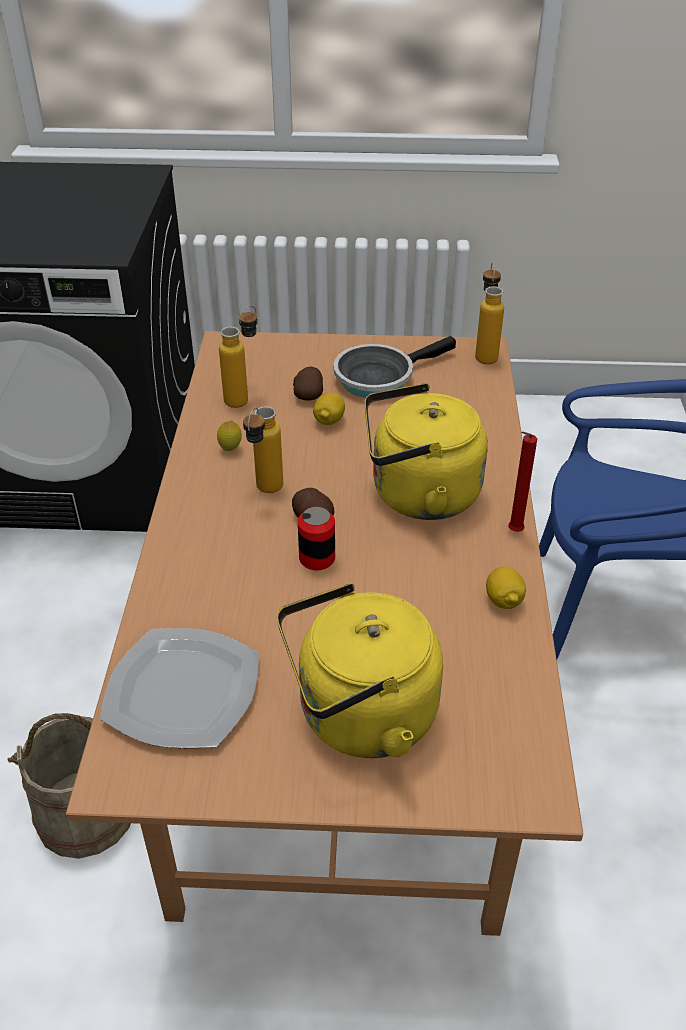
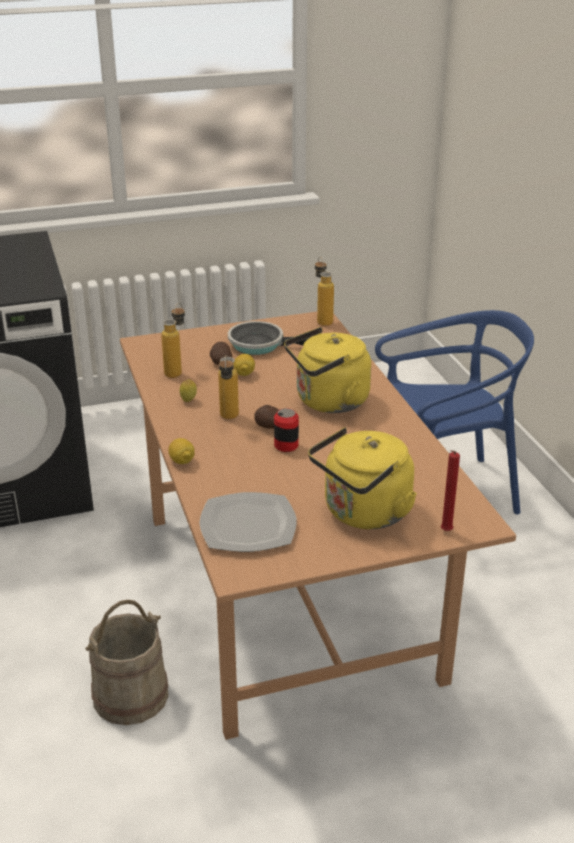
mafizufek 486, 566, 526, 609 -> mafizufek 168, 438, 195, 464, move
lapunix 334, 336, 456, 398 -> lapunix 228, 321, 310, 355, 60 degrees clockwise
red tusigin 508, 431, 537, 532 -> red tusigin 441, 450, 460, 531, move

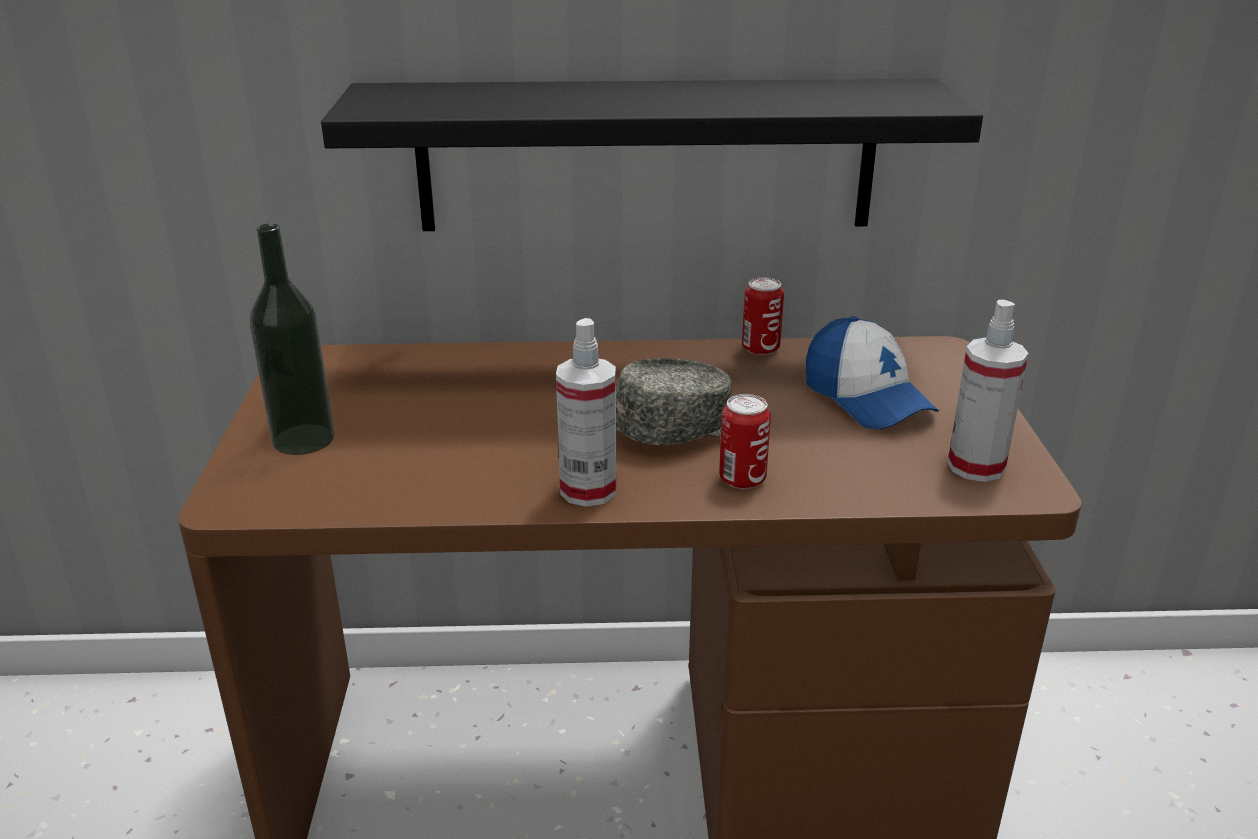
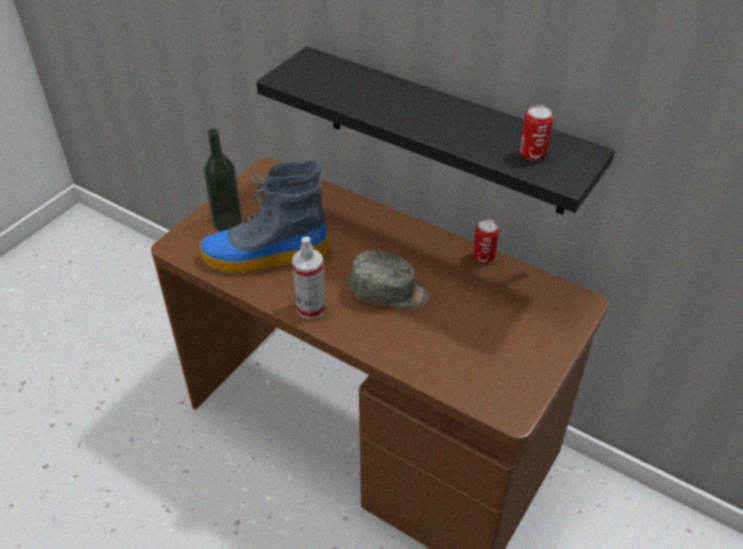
none -> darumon 200, 159, 329, 273
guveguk 719, 394, 771, 489 -> guveguk 520, 105, 553, 161, move
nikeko 806, 316, 939, 429 -> none
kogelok 947, 300, 1029, 482 -> none

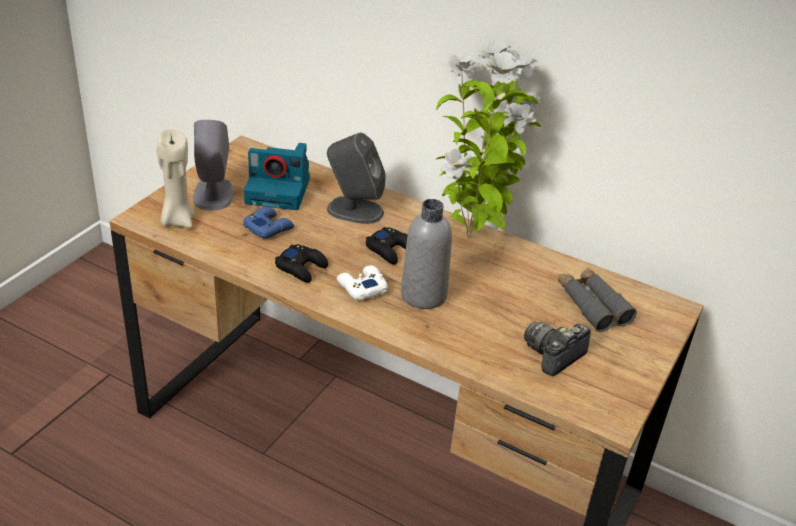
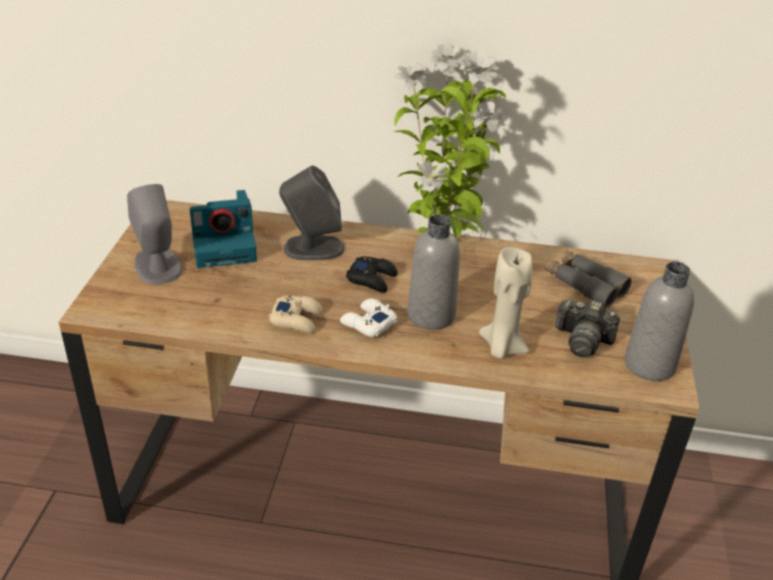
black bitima 275, 244, 328, 283 -> beige bitima 269, 296, 323, 333
beige tusigin 157, 129, 195, 228 -> beige tusigin 479, 247, 533, 359, move
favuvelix 524, 322, 591, 376 -> favuvelix 555, 300, 620, 358, 90 degrees counterclockwise
none -> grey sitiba 625, 262, 694, 381
blue bitima 243, 206, 294, 239 -> none

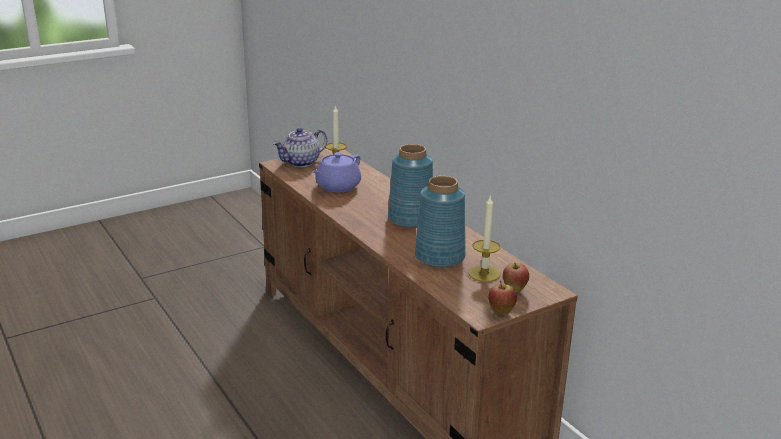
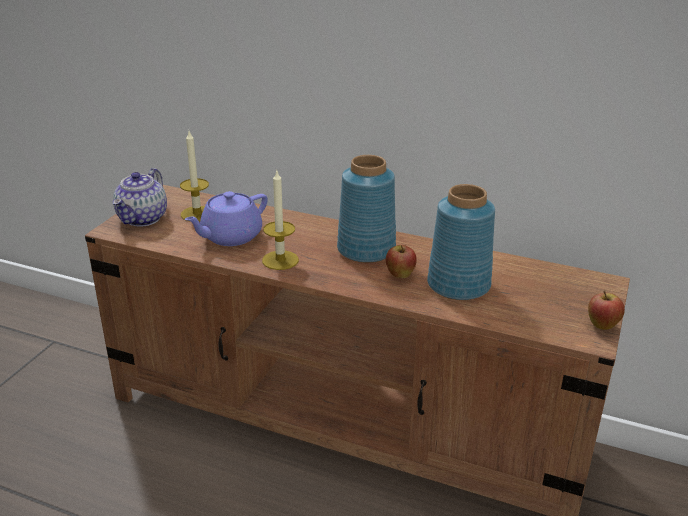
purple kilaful 312, 152, 361, 192 -> purple kilaful 184, 191, 268, 246, 45 degrees clockwise
tusigin 469, 196, 501, 282 -> tusigin 262, 171, 299, 270, move
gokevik 503, 262, 529, 292 -> gokevik 386, 245, 417, 278, move

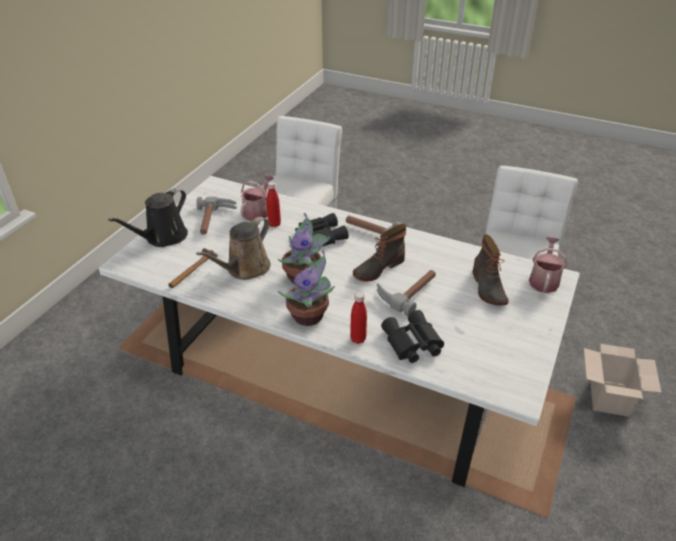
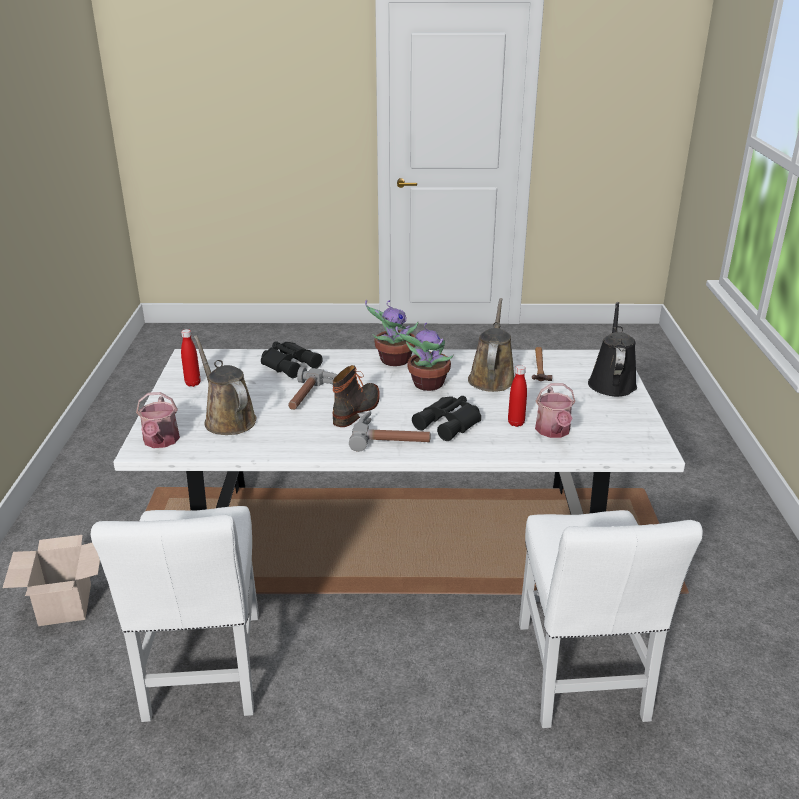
red sitiba 350, 292, 367, 344 -> red sitiba 181, 329, 201, 387, move
darumon 473, 234, 509, 305 -> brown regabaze 194, 335, 257, 435
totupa 196, 197, 237, 235 -> none

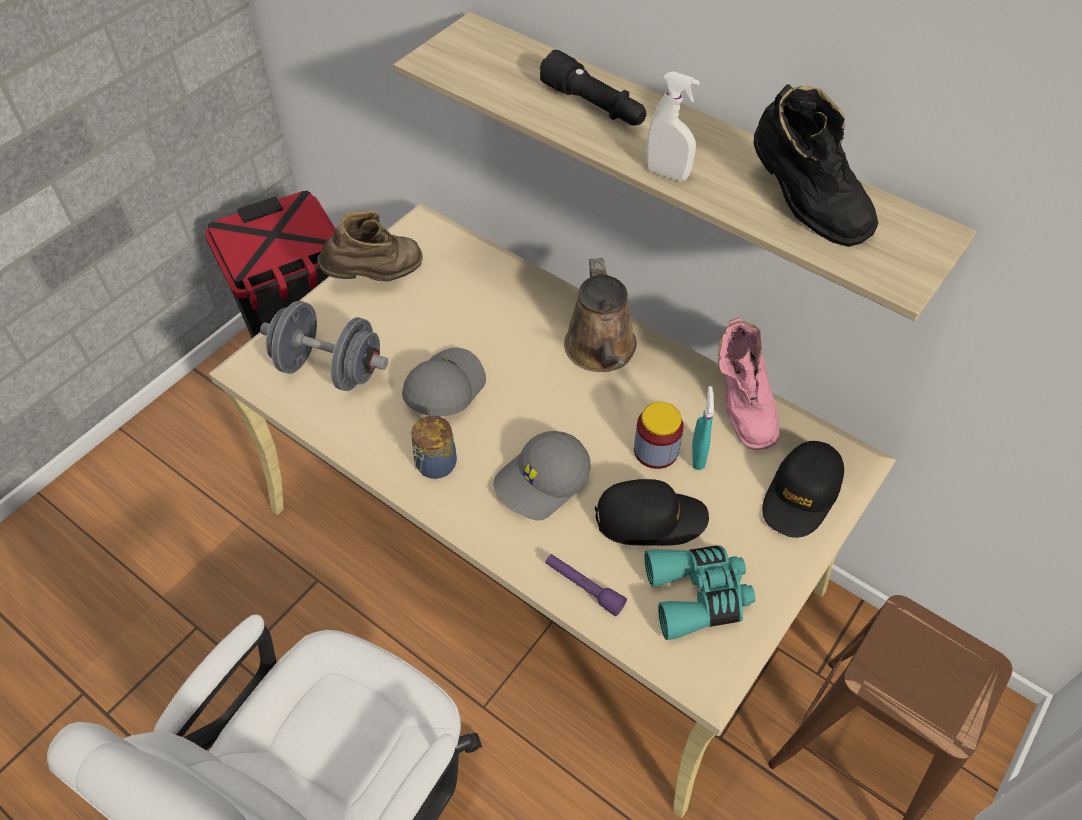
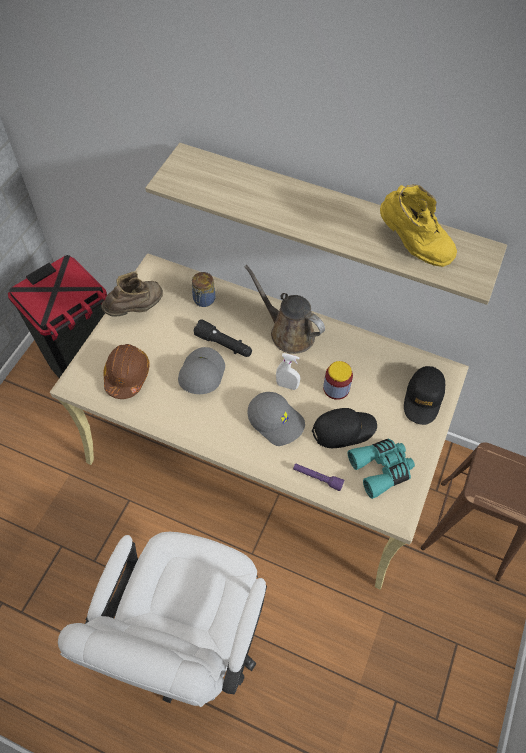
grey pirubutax 260, 301, 388, 391 -> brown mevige 103, 344, 149, 399
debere 411, 416, 457, 479 -> debere 192, 272, 215, 307, move
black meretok 540, 50, 647, 125 -> black meretok 193, 319, 252, 357, move
brown regabaze 564, 258, 637, 372 -> brown regabaze 245, 265, 325, 354, 150 degrees clockwise
grey nikeko 494, 431, 591, 521 -> grey nikeko 247, 392, 305, 446, 90 degrees counterclockwise
white kogelok 647, 71, 700, 181 -> white kogelok 276, 353, 300, 390, move
black darumon 754, 84, 878, 247 -> yellow darumon 380, 184, 457, 267
turquoise kogelok 692, 386, 714, 470 -> none
pink darumon 718, 317, 780, 450 -> none

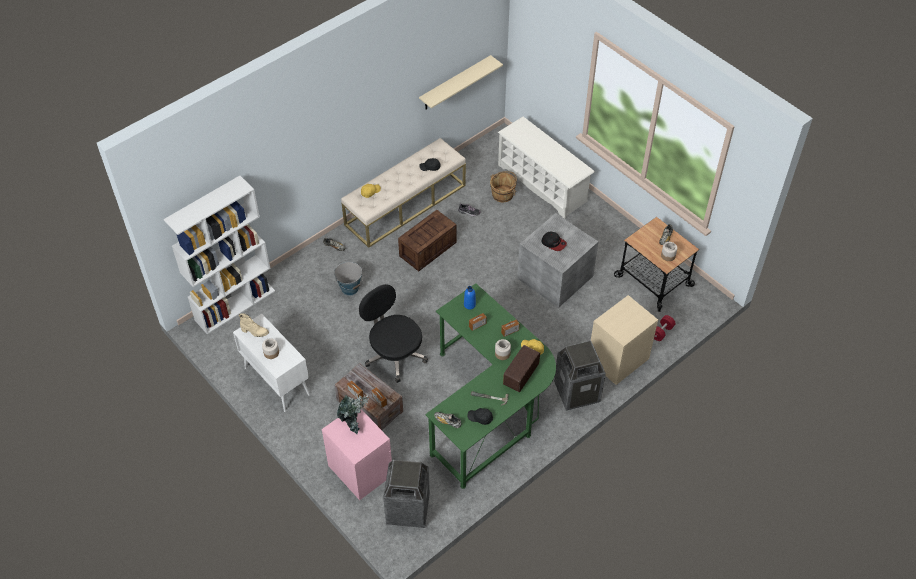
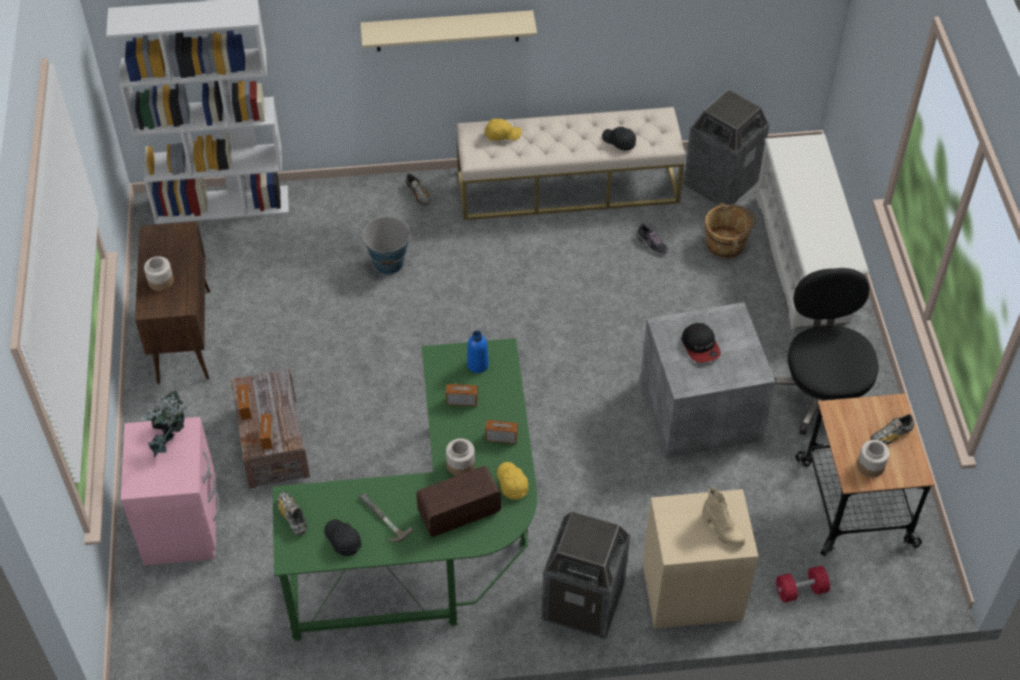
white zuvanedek 233, 314, 310, 412 -> brown zuvanedek 135, 221, 210, 384
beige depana 419, 55, 503, 109 -> beige depana 360, 10, 537, 51, move
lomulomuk 383, 460, 430, 528 -> lomulomuk 683, 89, 770, 205, move
beige darumon 239, 313, 269, 337 -> beige darumon 702, 487, 746, 547, move
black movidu 359, 284, 428, 383 -> black movidu 774, 268, 879, 435, move
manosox 398, 210, 457, 272 -> none

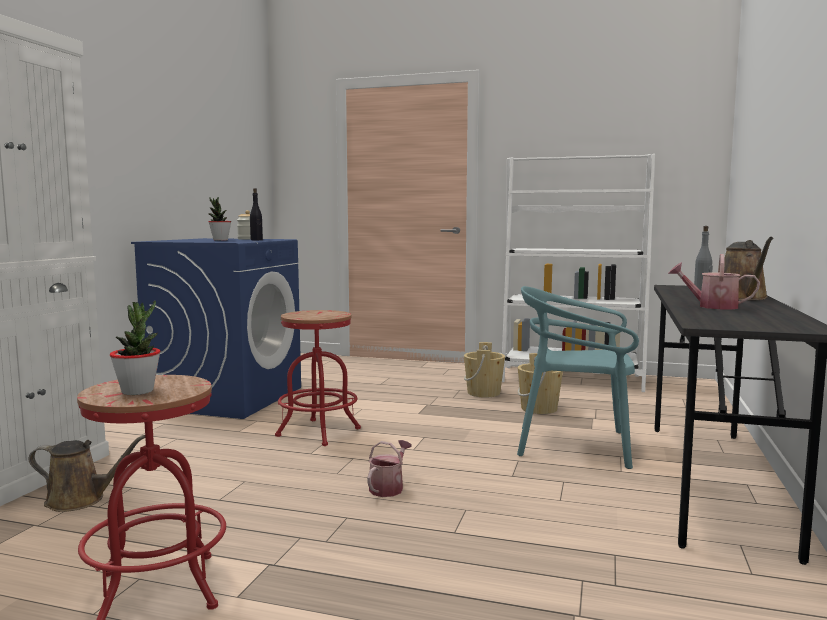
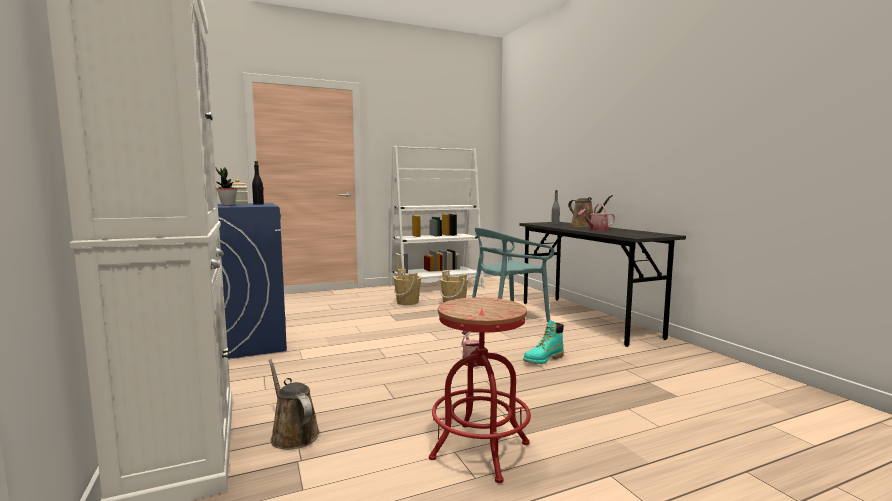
brown regabaze 29, 435, 145, 512 -> brown regabaze 268, 359, 320, 449, 90 degrees counterclockwise
none -> turquoise darumon 523, 320, 564, 364
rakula 110, 301, 161, 395 -> none
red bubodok 275, 310, 361, 446 -> none

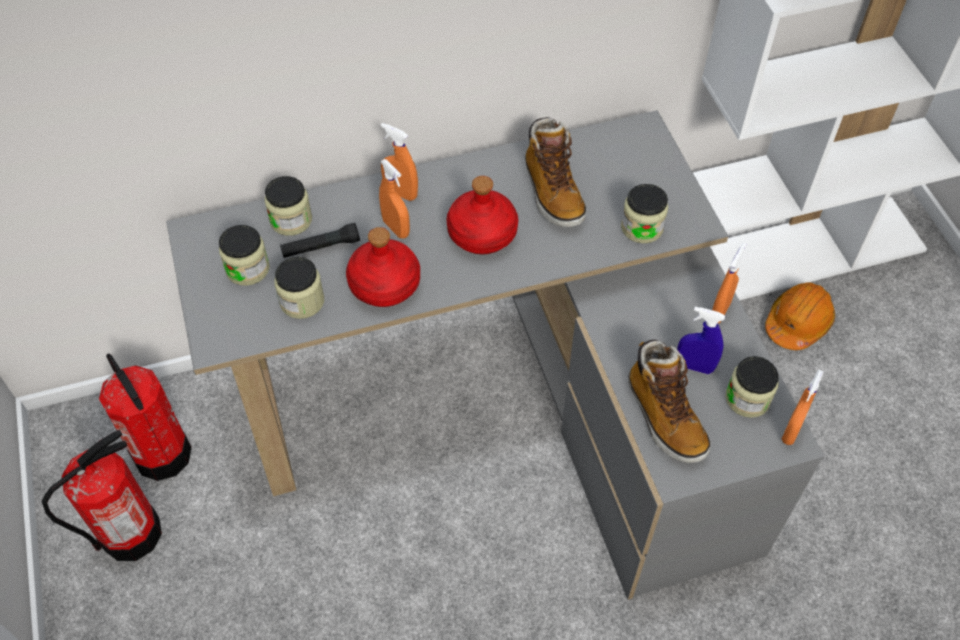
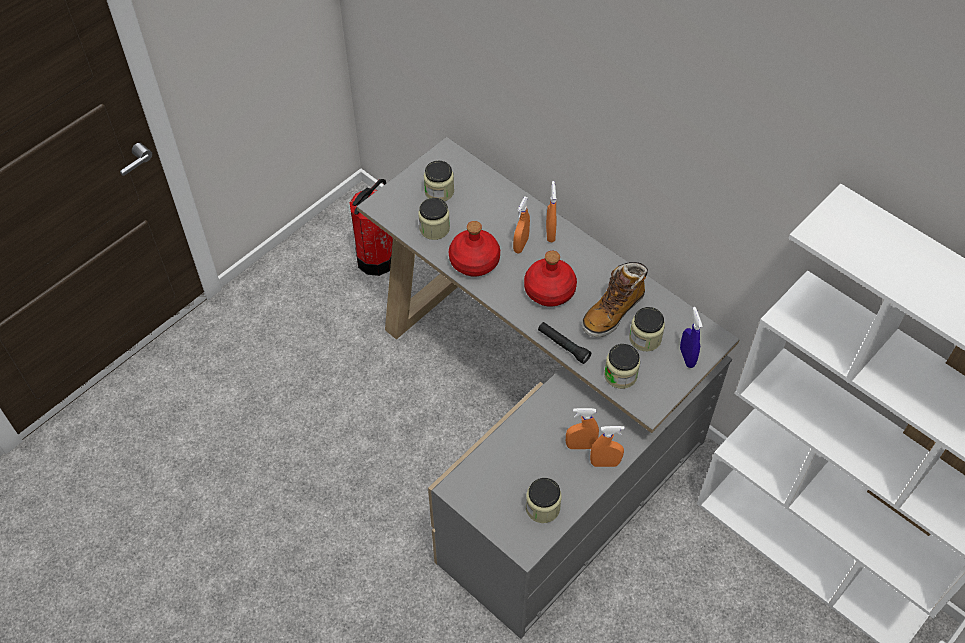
black meretok 280, 223, 360, 258 -> black meretok 538, 322, 591, 364, move
orange kogelok 782, 369, 824, 445 -> orange kogelok 566, 408, 599, 449, move
debere 264, 176, 312, 236 -> debere 629, 307, 665, 351, move
blue kogelok 677, 307, 725, 374 -> blue kogelok 680, 307, 703, 368, move
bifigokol 42, 430, 162, 561 -> none
darumon 628, 340, 710, 463 -> none
orange mevige 765, 283, 835, 350 -> none

